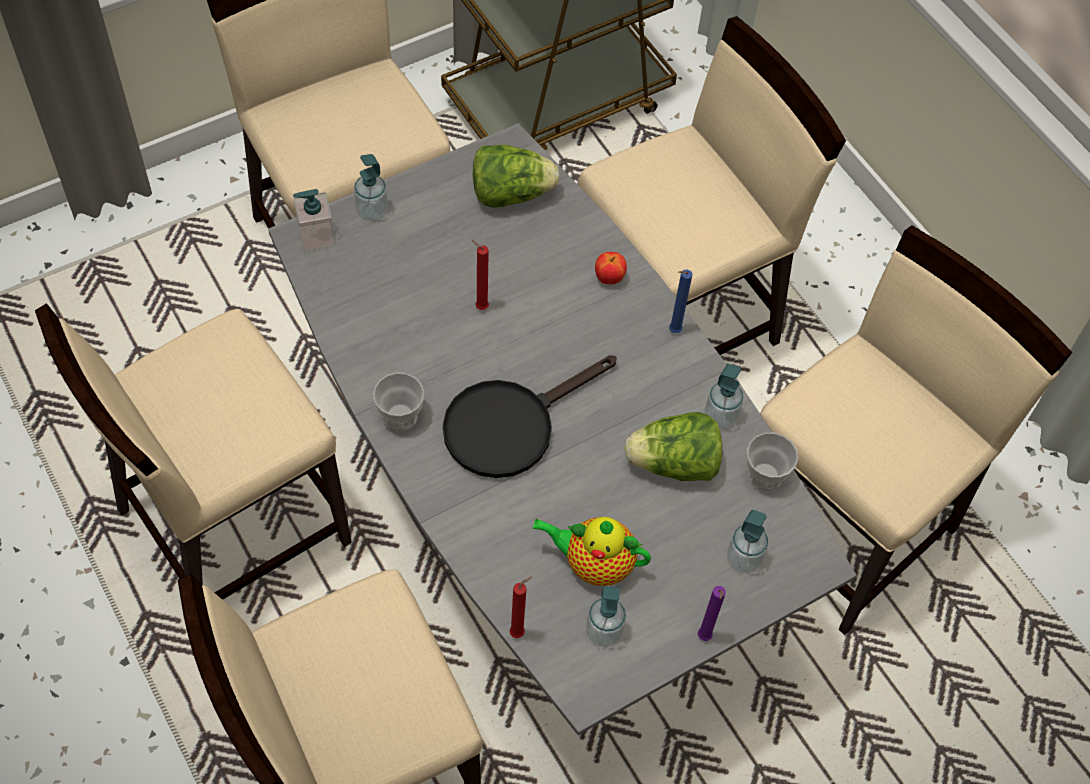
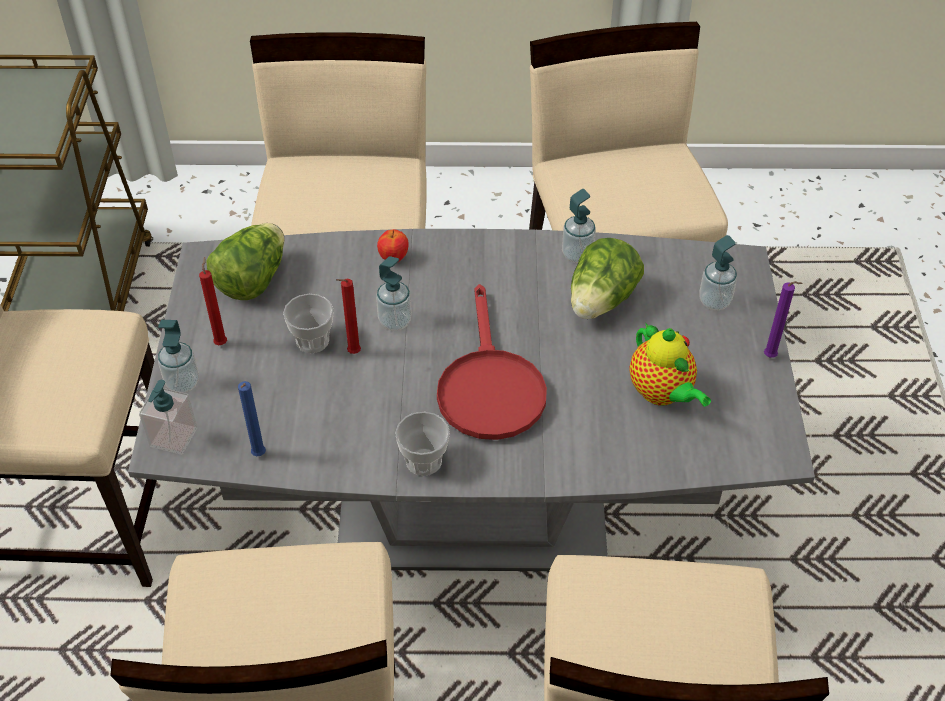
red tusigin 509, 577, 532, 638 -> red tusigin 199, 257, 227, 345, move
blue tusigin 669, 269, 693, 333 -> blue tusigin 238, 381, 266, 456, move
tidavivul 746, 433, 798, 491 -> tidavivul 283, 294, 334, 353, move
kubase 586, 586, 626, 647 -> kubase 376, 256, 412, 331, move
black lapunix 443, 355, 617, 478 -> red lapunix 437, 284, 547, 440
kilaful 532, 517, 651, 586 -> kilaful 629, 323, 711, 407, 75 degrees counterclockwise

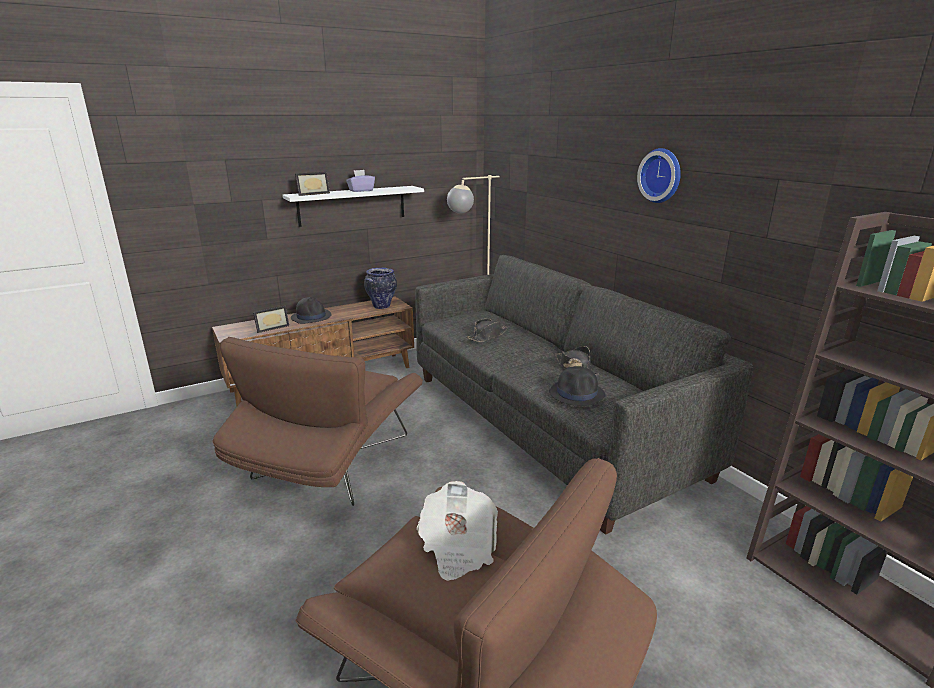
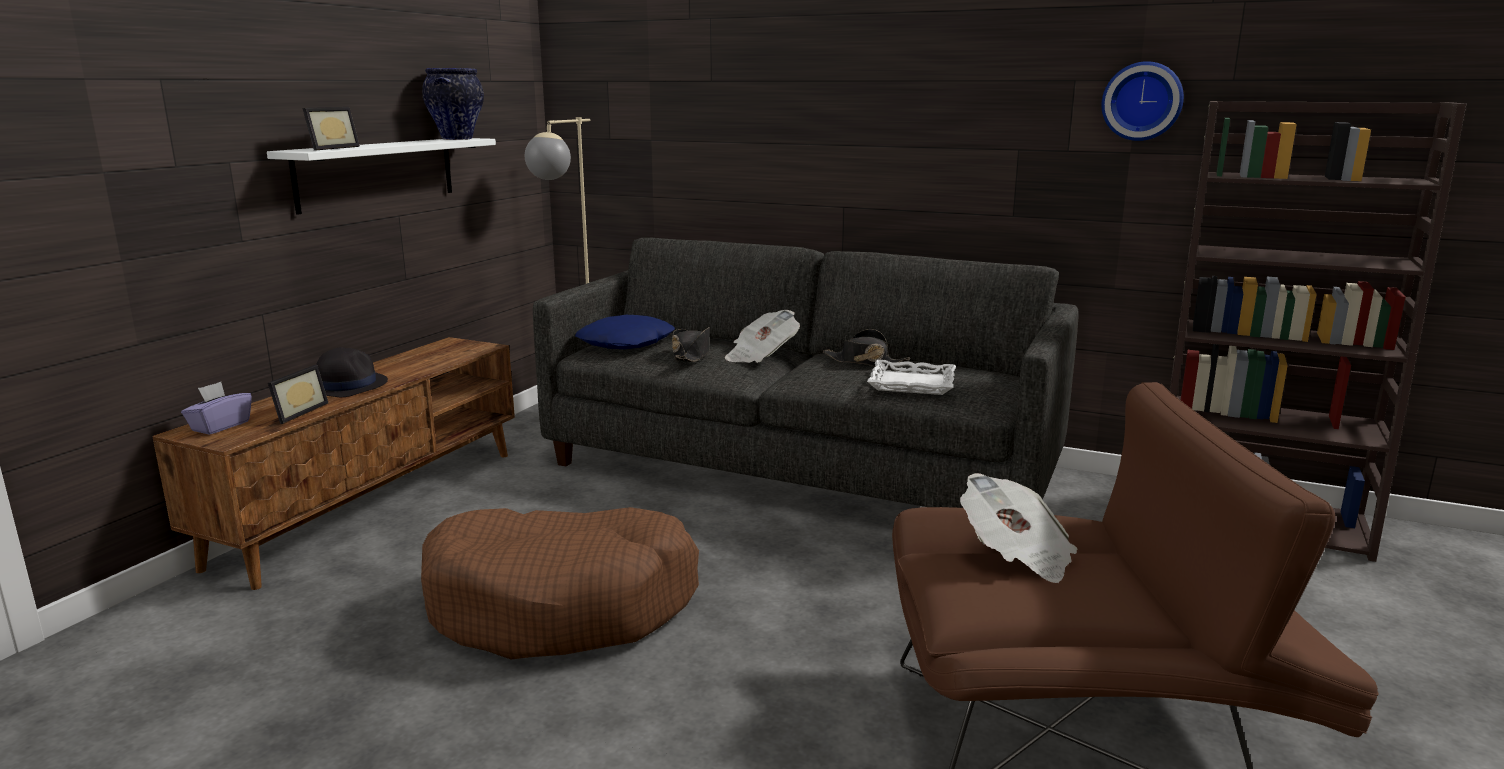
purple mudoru 346, 170, 375, 192 -> purple mudoru 181, 382, 252, 435, move
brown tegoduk 213, 337, 423, 506 -> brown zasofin 421, 507, 699, 659
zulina 364, 268, 397, 309 -> zulina 422, 68, 484, 140, move
none -> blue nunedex 575, 315, 675, 349
none -> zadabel 725, 310, 800, 363
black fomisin 549, 366, 605, 406 -> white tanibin 867, 360, 956, 395
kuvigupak 637, 148, 681, 203 -> kuvigupak 1102, 61, 1184, 141, move

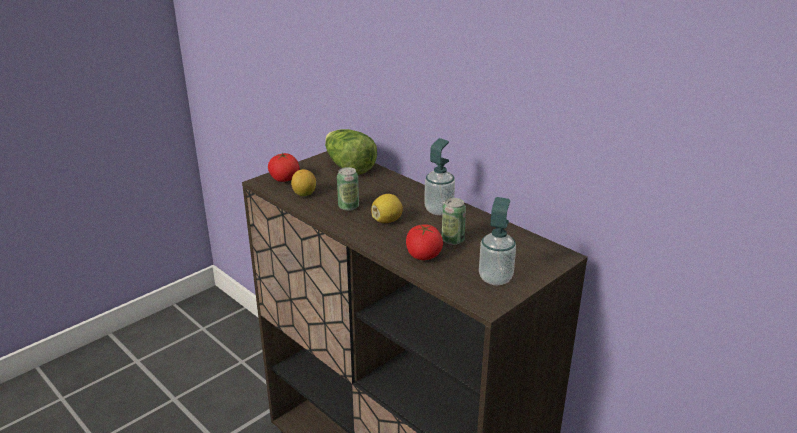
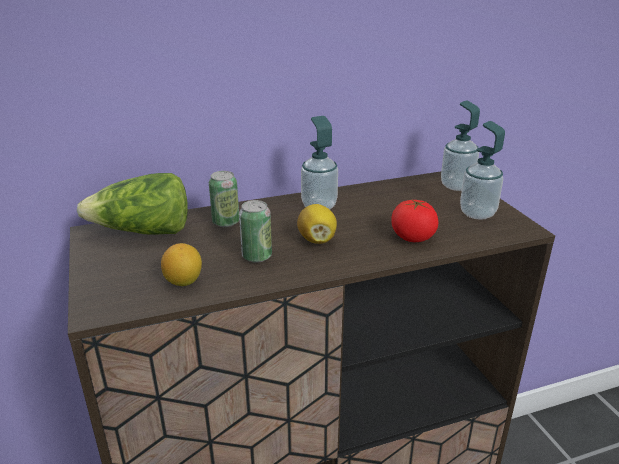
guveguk 442, 198, 466, 245 -> guveguk 209, 171, 239, 227, move
none -> kubase 441, 101, 480, 191
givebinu 268, 153, 300, 182 -> none

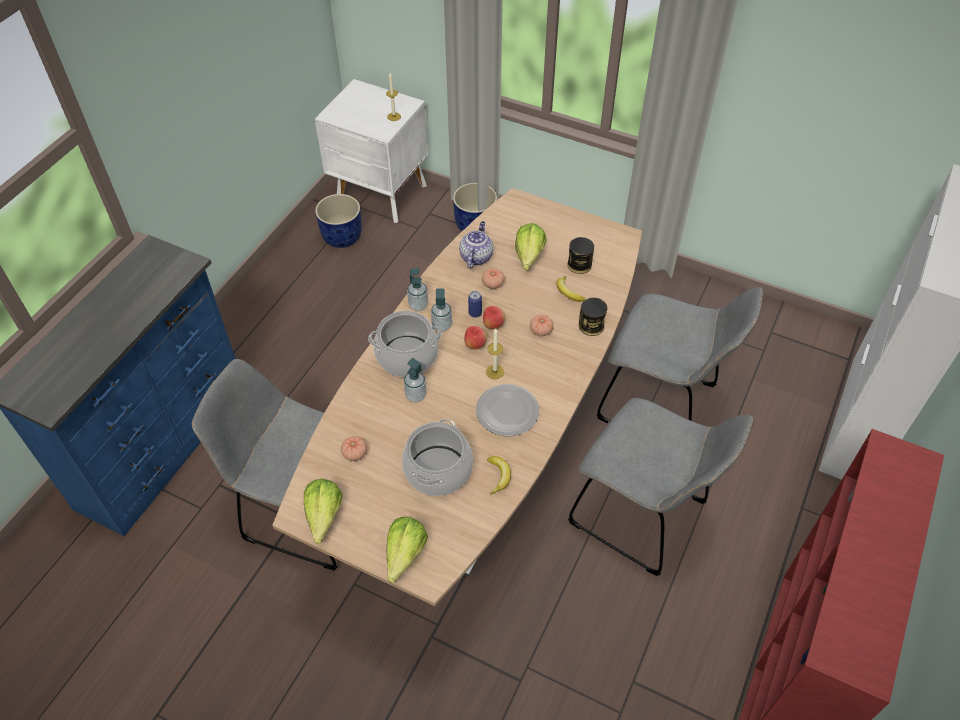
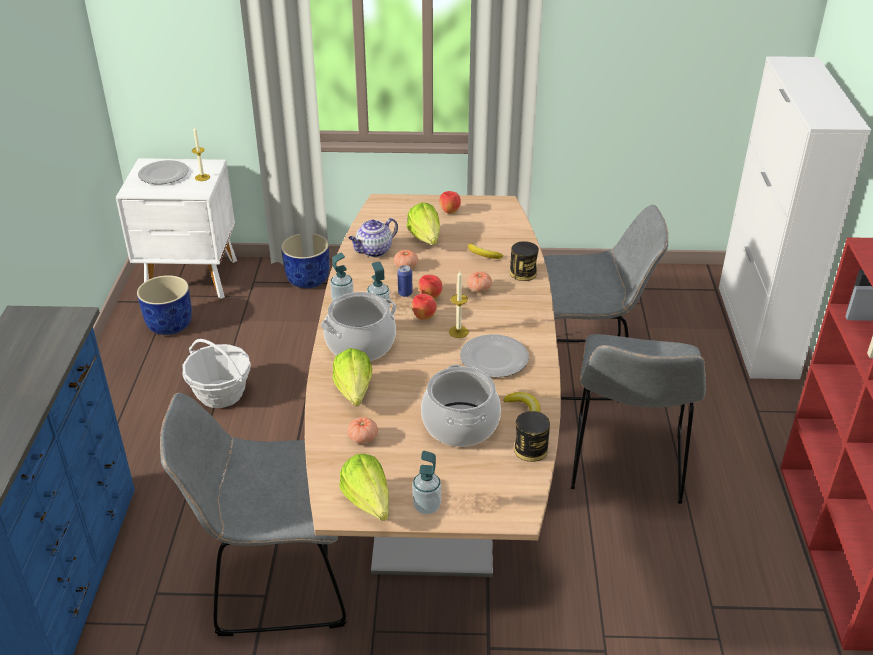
none -> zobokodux 138, 160, 189, 184
none -> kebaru 182, 339, 251, 408
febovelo 387, 517, 428, 583 -> febovelo 332, 348, 372, 406, move
kilaful 459, 221, 493, 268 -> kilaful 348, 218, 398, 257, 120 degrees counterclockwise
kubase 404, 358, 426, 402 -> kubase 412, 451, 441, 515, move
none -> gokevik 439, 191, 461, 214
guveguk 567, 237, 594, 274 -> guveguk 514, 411, 550, 462, move
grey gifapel 568, 398, 754, 576 -> grey gifapel 571, 334, 706, 504, 90 degrees clockwise

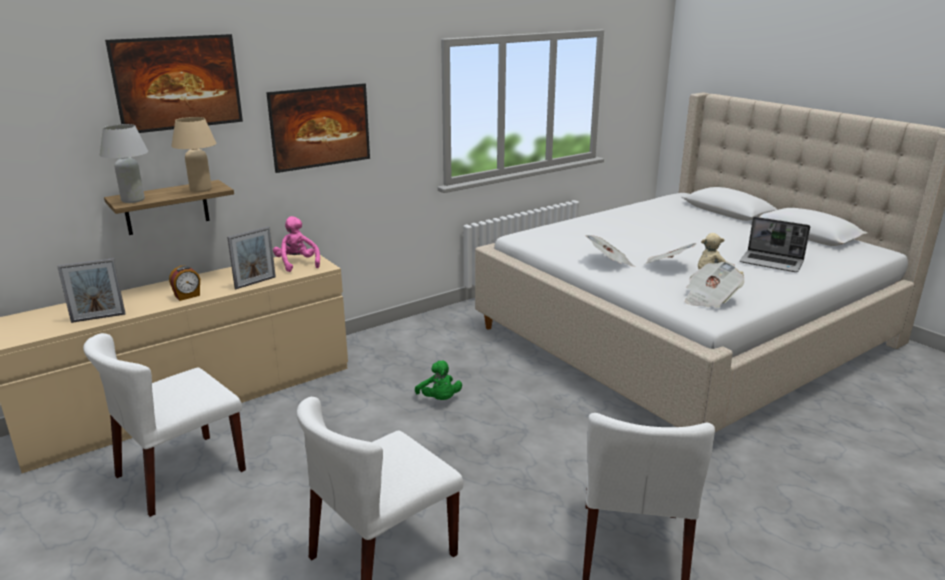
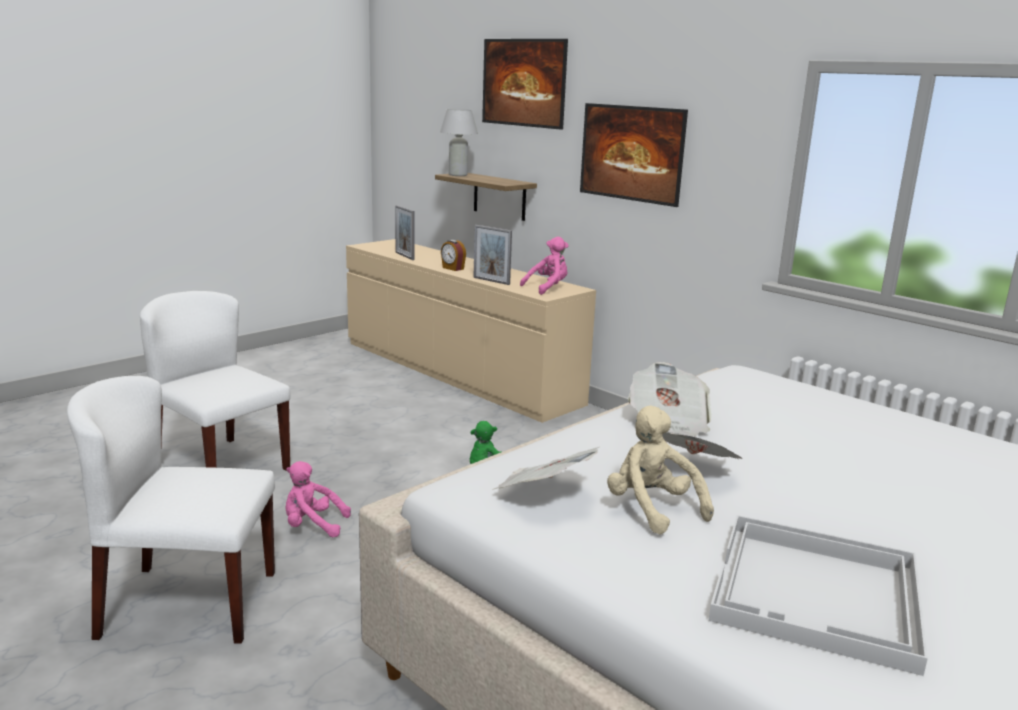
none -> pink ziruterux 285, 461, 351, 537
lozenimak 740, 217, 810, 272 -> white tanibin 709, 515, 928, 676
white gifapel 83, 333, 246, 517 -> none
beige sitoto 171, 117, 216, 192 -> none

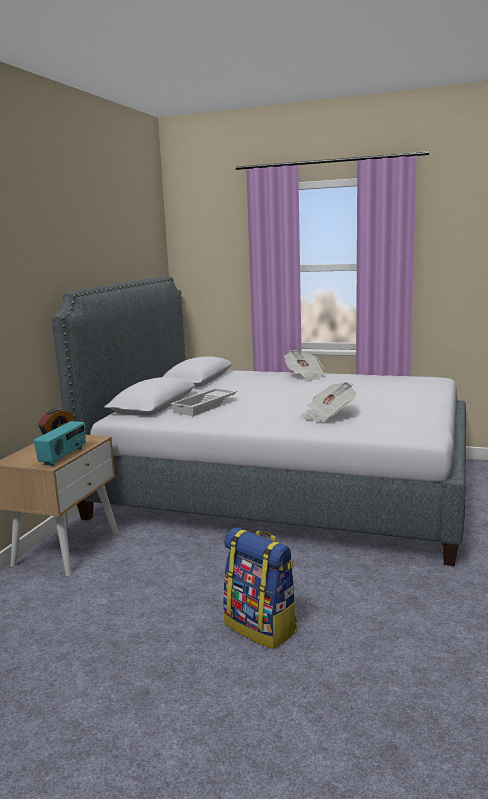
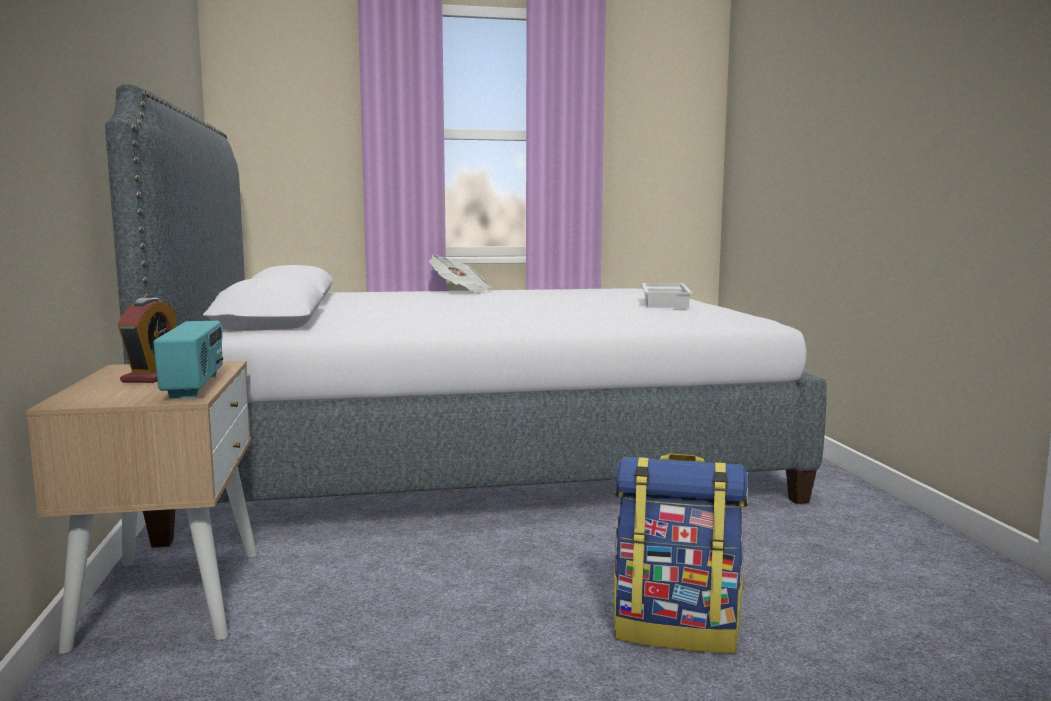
white tanibin 170, 388, 237, 416 -> white tanibin 642, 283, 692, 308, move
zadabel 300, 382, 356, 421 -> none

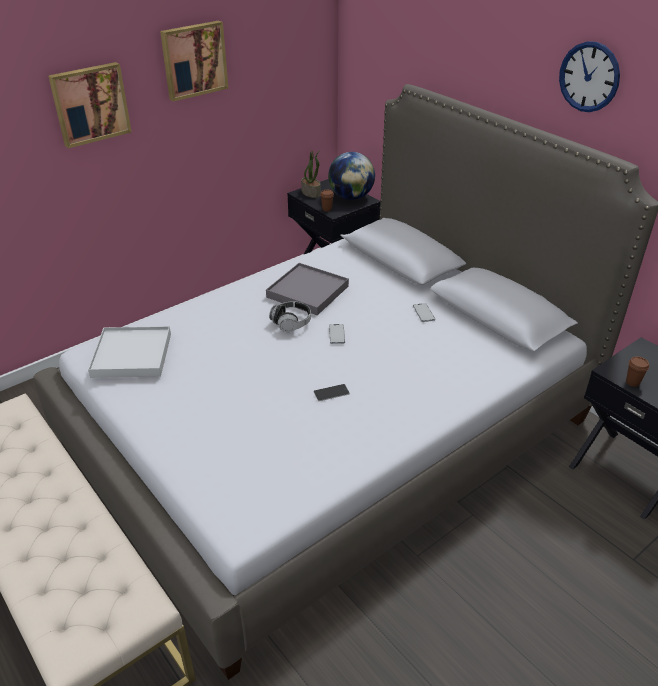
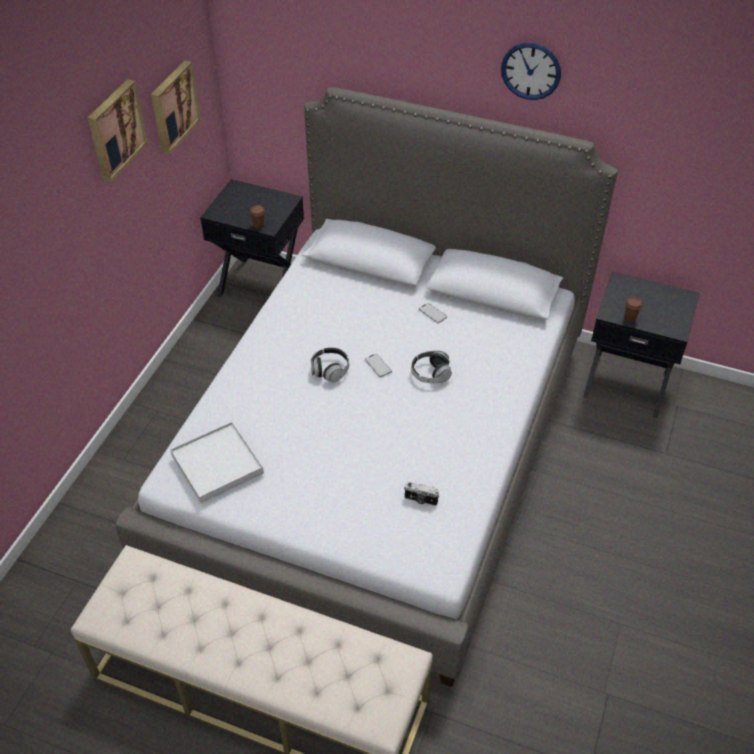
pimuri 48, 62, 132, 148 -> pimuri 151, 61, 201, 155, move
none -> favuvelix 404, 482, 440, 506
none -> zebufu 411, 351, 452, 383
grey tanibin 266, 263, 349, 315 -> none
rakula 301, 150, 321, 198 -> none
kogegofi 313, 384, 350, 401 -> none
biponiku 328, 152, 375, 200 -> none

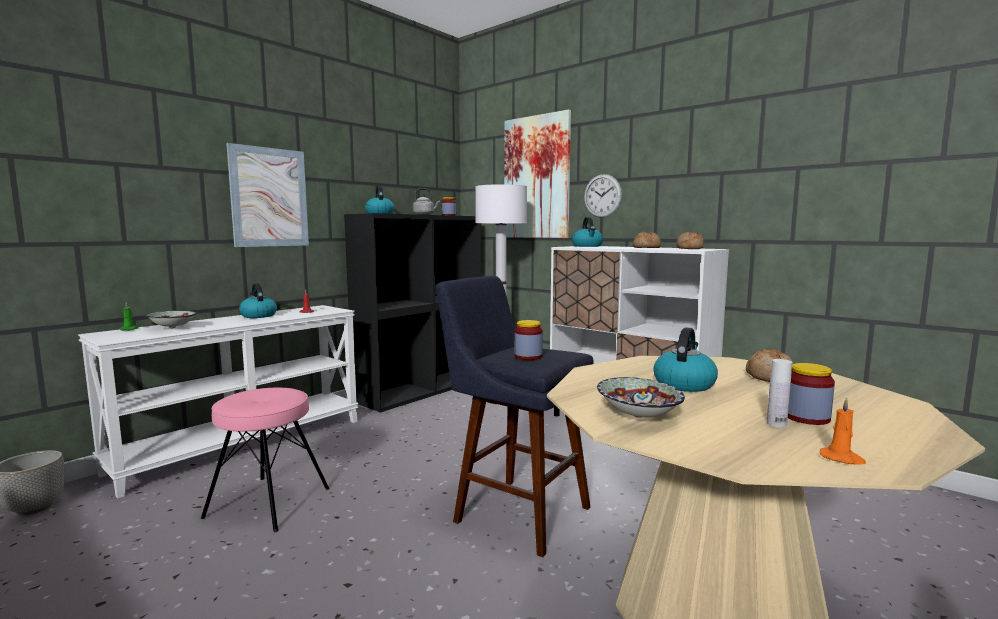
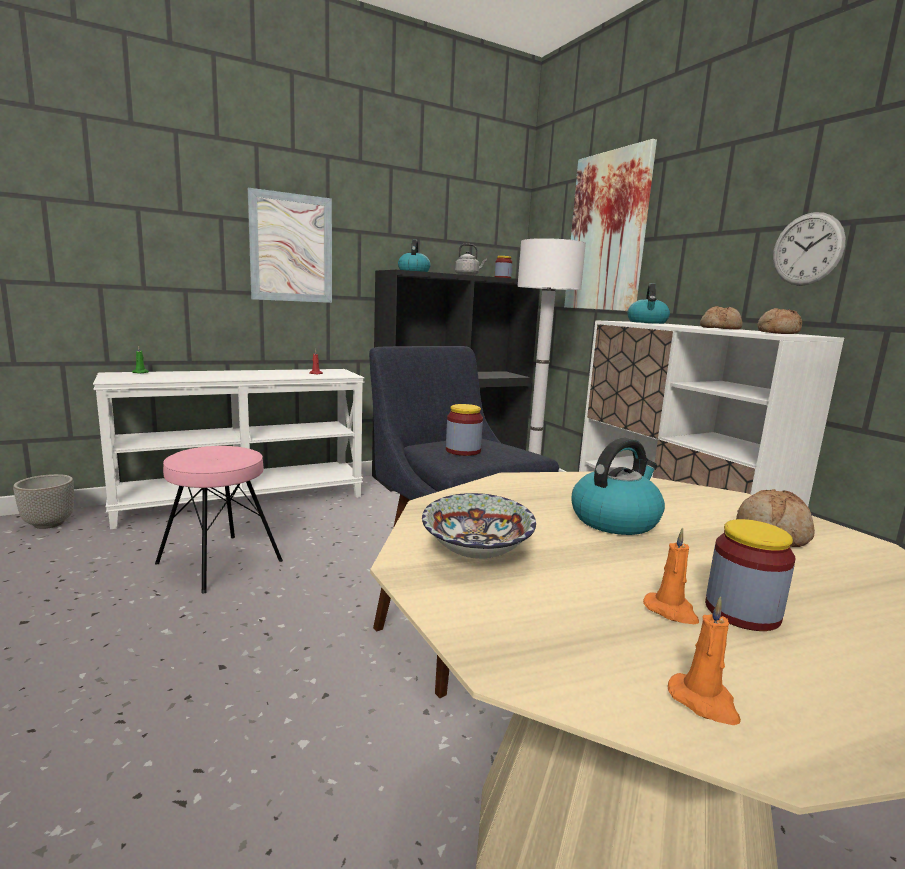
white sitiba 767, 359, 792, 428 -> orange tusigin 643, 528, 699, 624
kuvigupak 584, 174, 622, 218 -> kuvigupak 773, 212, 846, 286, move
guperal 146, 311, 197, 329 -> none
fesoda 239, 283, 277, 318 -> none

